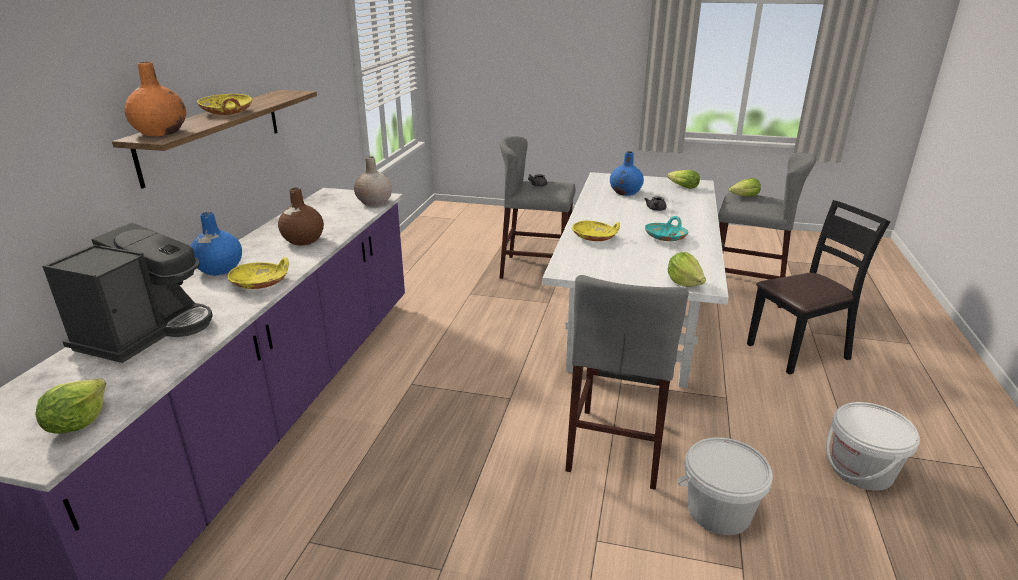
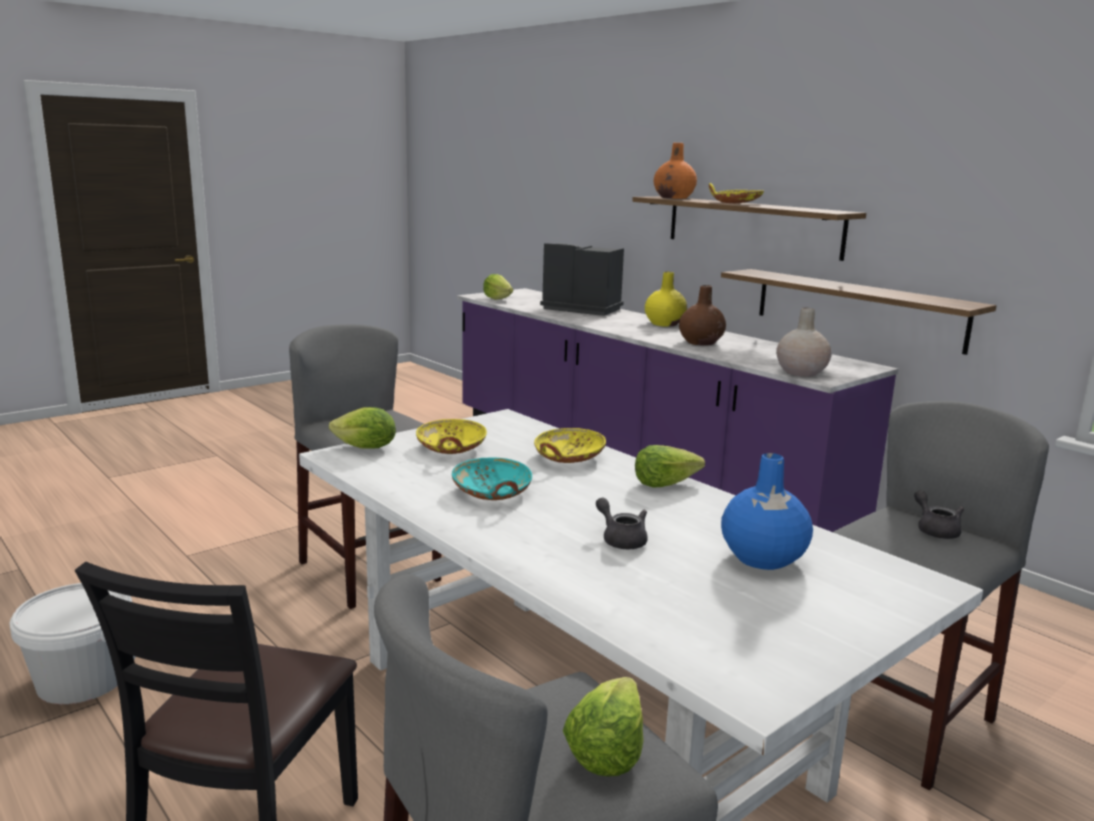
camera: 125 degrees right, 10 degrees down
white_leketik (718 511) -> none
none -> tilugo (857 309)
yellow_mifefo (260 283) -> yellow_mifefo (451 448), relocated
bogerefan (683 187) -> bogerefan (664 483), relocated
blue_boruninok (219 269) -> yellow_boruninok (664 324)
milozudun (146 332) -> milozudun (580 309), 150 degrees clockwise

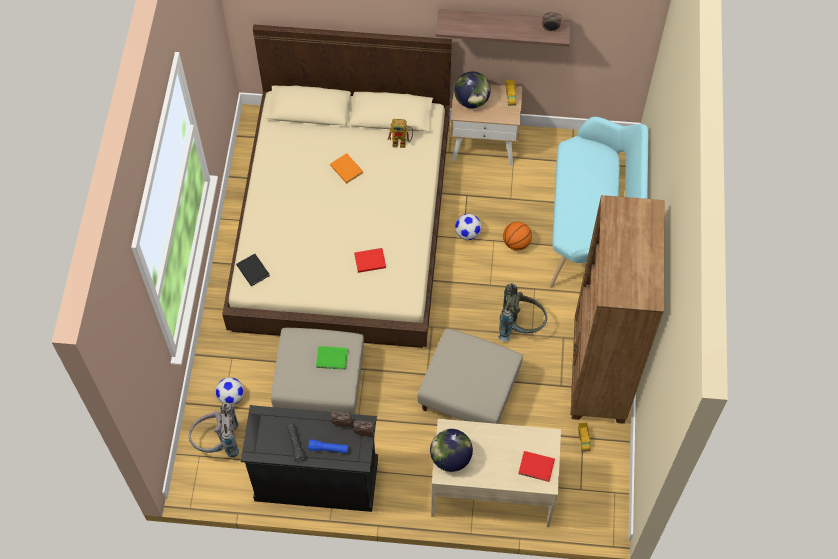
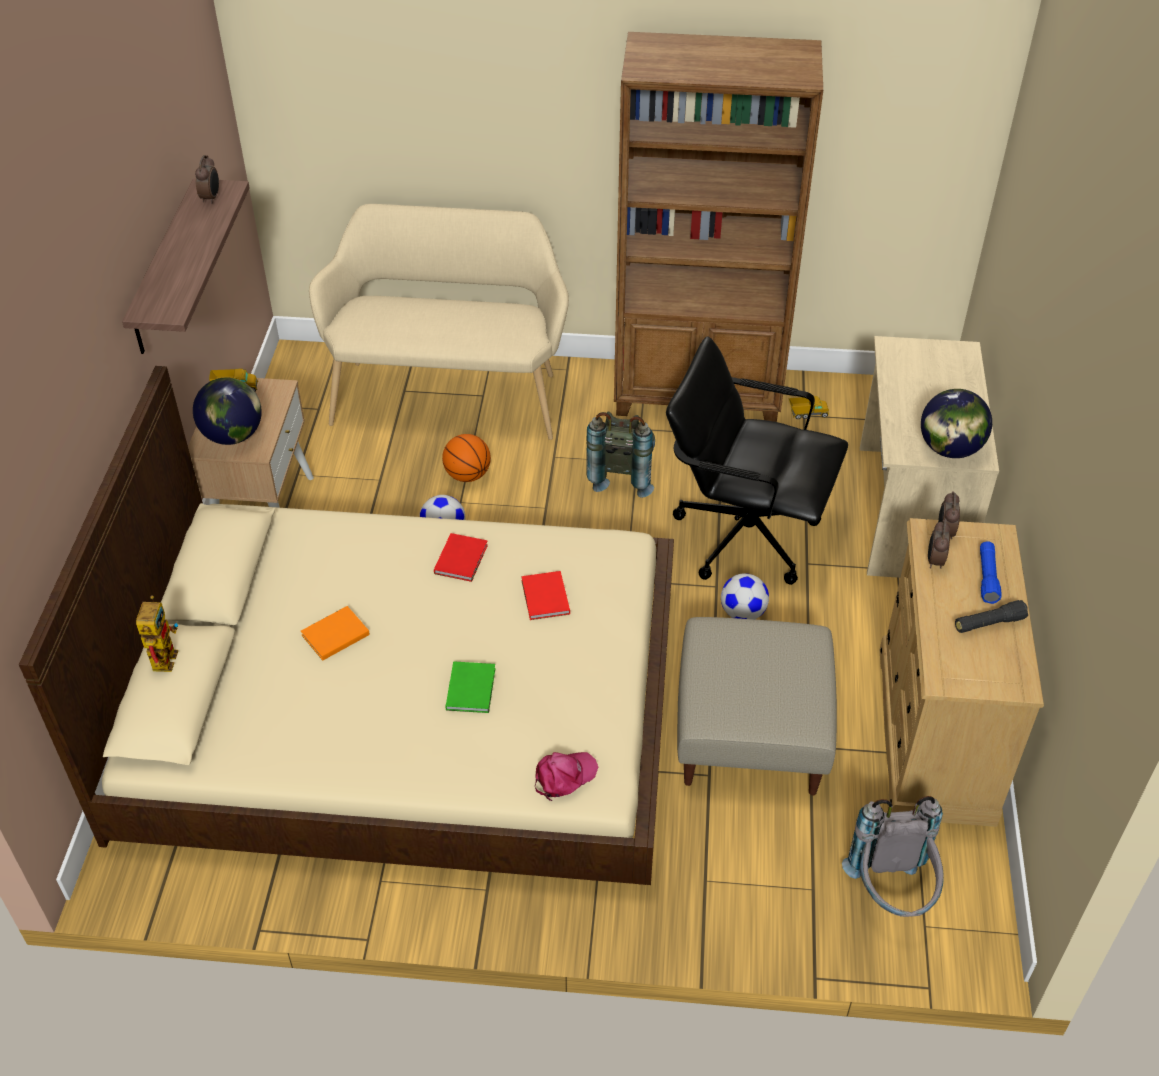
camera: 90 degrees left, 15 degrees down
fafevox (231 397) -> fafevox (743 613), relocated
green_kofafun (332 359) -> green_kofafun (472 687), relocated
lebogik (402 142) -> lebogik (163 655), relocated
red_kofafun (537 467) -> red_kofafun (462 558), relocated
black_kofafun (253 269) -> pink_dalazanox (564 776)
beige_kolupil (469 392) -> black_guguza (744 534)
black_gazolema (316 479) -> beige_gazolema (934 733)
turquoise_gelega (590 229) -> beige_gelega (449 394)

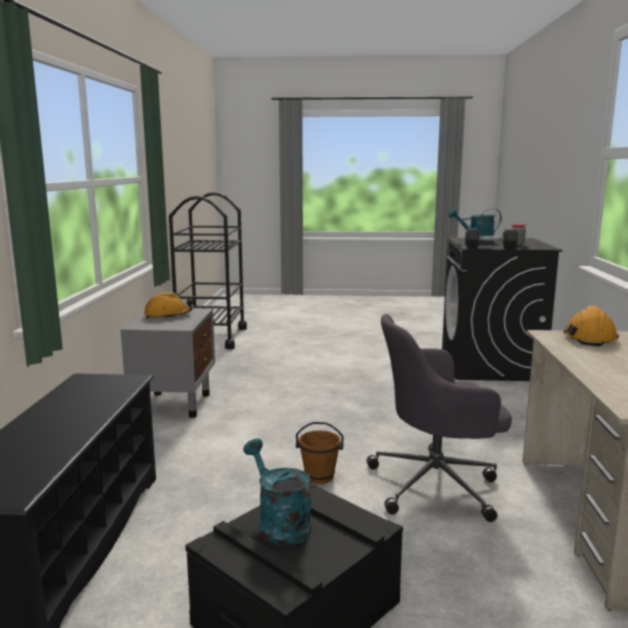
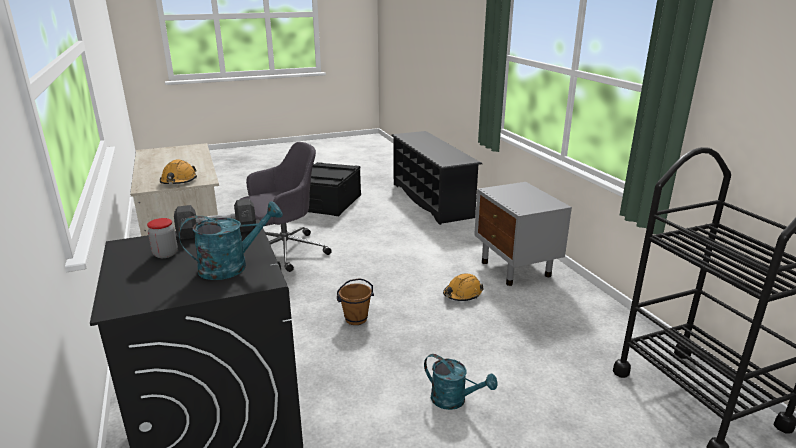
camera: 155 degrees right, 10 degrees up
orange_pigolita (168 315) -> orange_pigolita (462 294), relocated
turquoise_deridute (279 524) -> turquoise_deridute (454 400), relocated
brown_leketik (319 477) -> brown_leketik (356 319), relocated

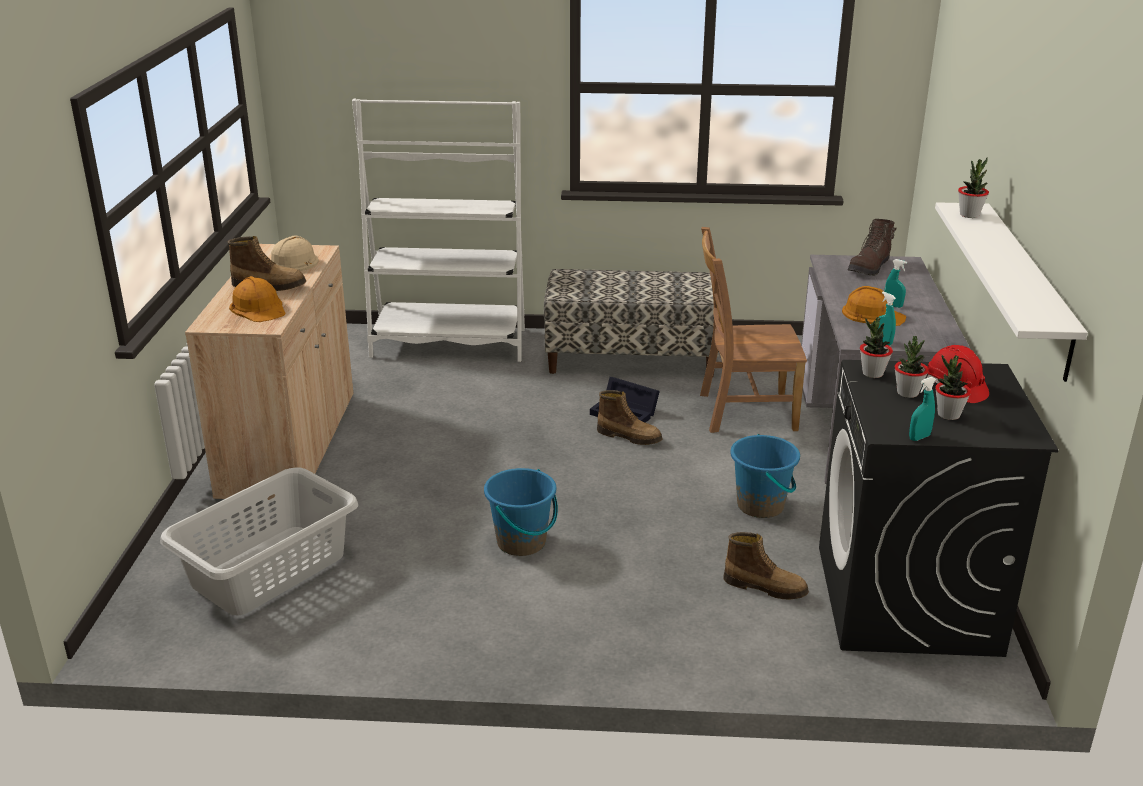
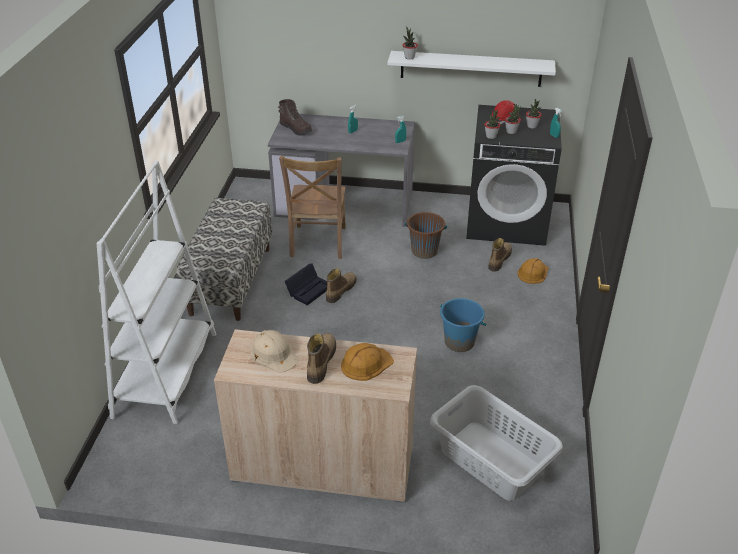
camera: 85 degrees left, 10 degrees up
orange_pigolita (872 314) -> orange_pigolita (533 273), relocated
blue_leketik (761 505) -> brown_leketik (424 251)

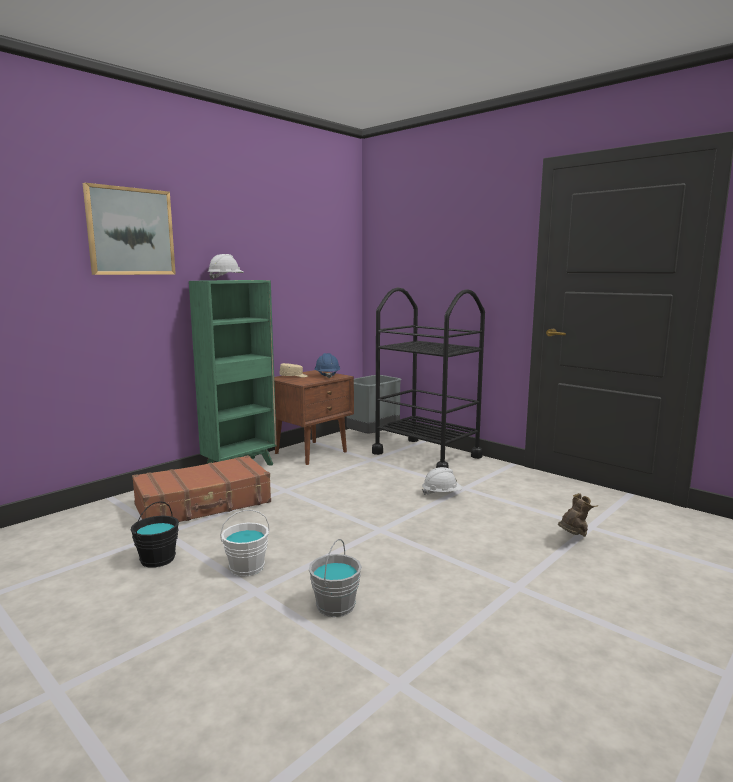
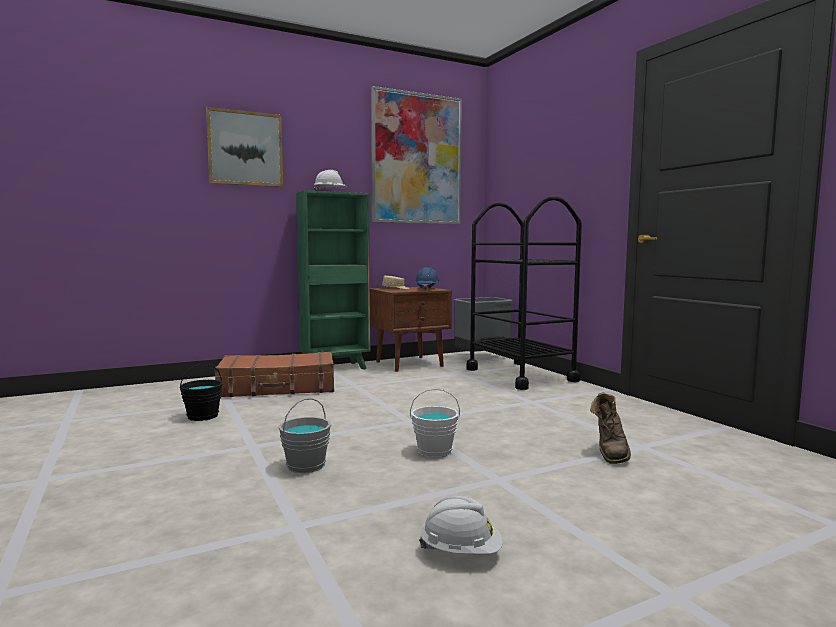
camera: 20 degrees right, 5 degrees down
none -> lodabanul (417 159)
white_leketik (247 567) -> white_leketik (434 450), relocated
white_pigolita (441 494) -> white_pigolita (461 552), relocated
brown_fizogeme (574 538) -> brown_fizogeme (610 453), 135 degrees clockwise

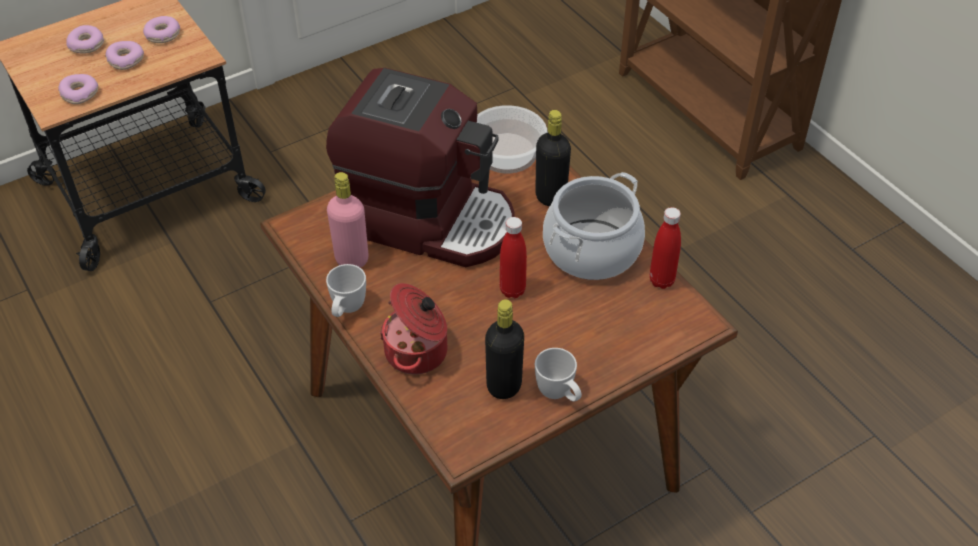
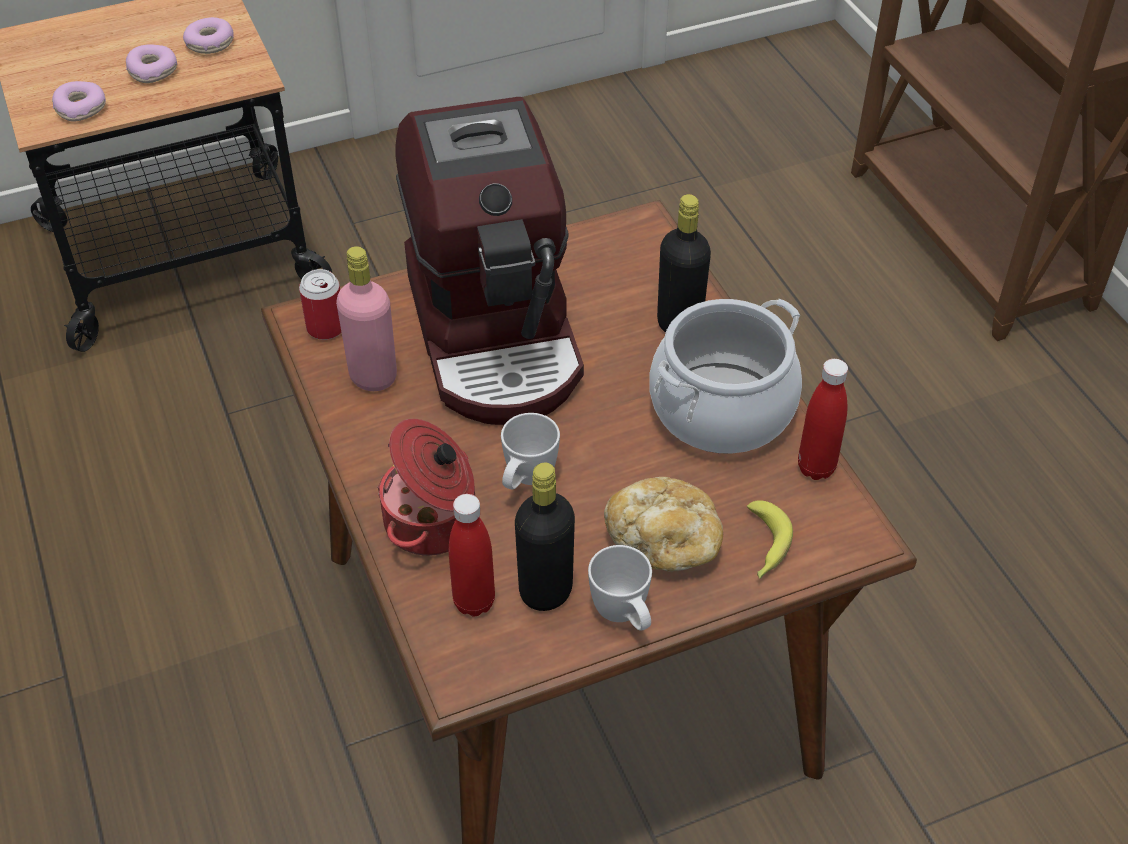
camera: 10 degrees right, 0 degrees up
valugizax (87 45) -> none
mifefo (507 153) -> none
none -> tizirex (326 327)
none -> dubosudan (664 541)
none -> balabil (764 547)
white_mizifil (347 310) -> white_mizifil (526 480), relocated
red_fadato (512 290) -> red_fadato (474 602), relocated
milozudun (429 219) -> milozudun (497 334), 45 degrees clockwise

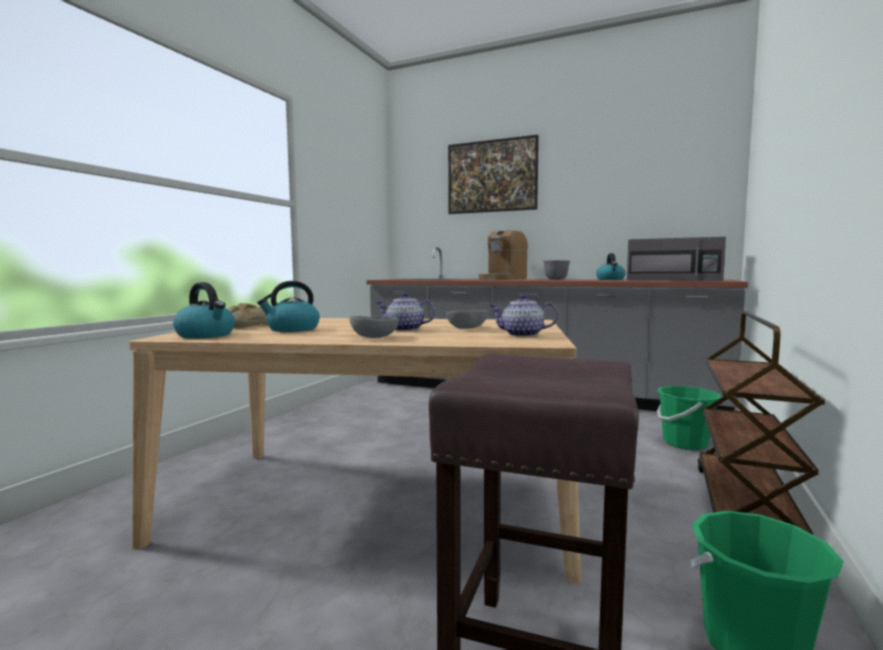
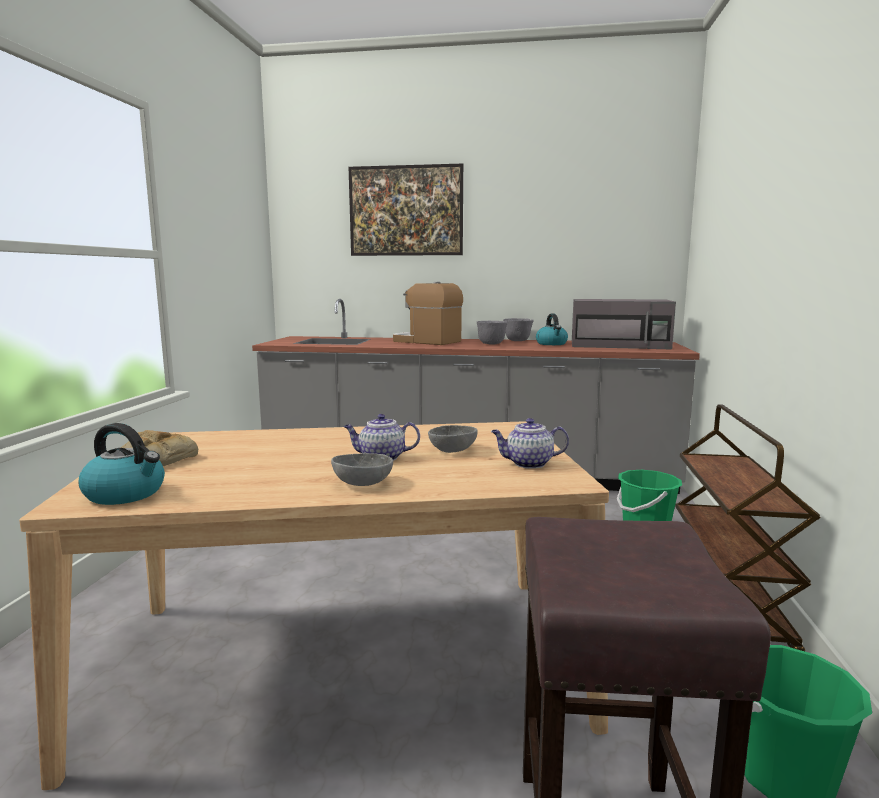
camera: 15 degrees left, 5 degrees up
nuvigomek (292 329) -> none
none -> grey_mifefo (518 341)
milozudun (503 279) -> milozudun (426 341), 105 degrees clockwise

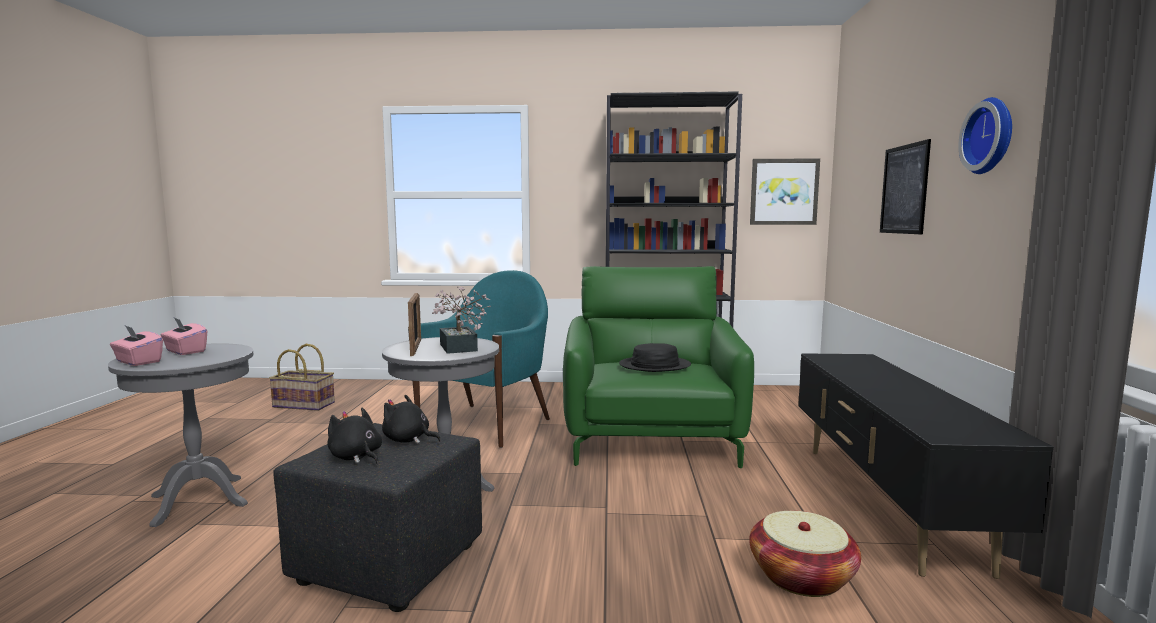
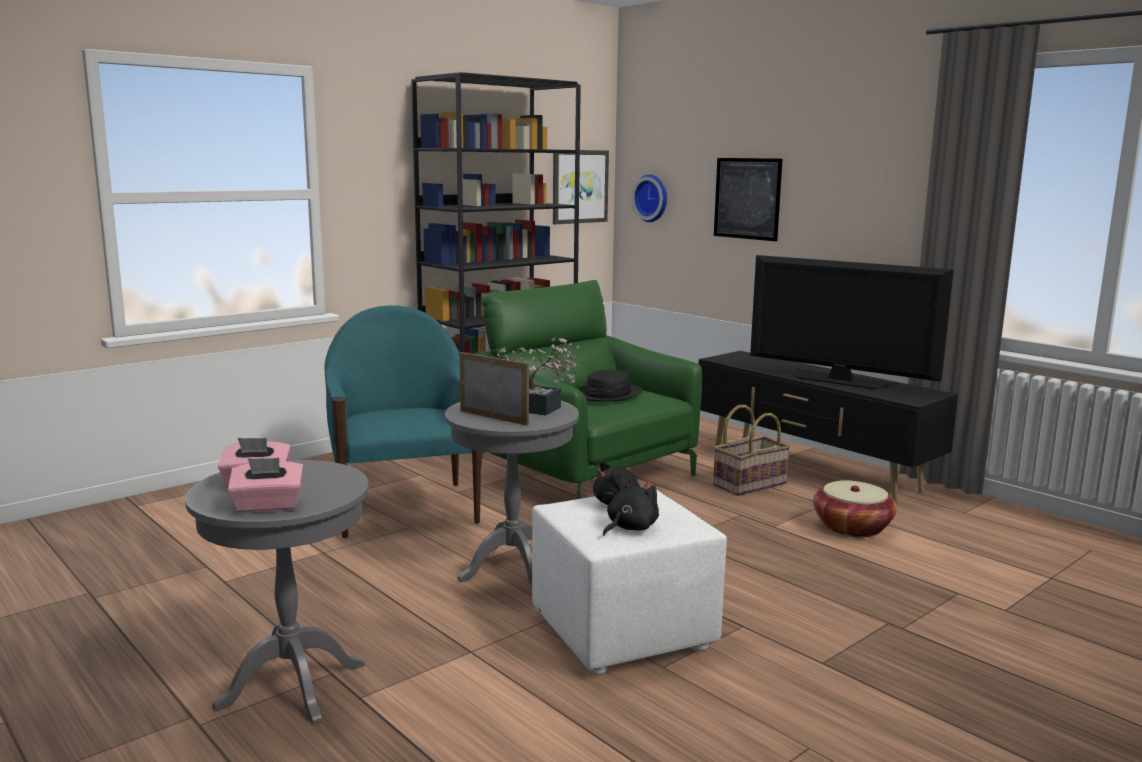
camera: 45 degrees left, 5 degrees up
none -> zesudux (840 380)
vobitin (304 404) -> vobitin (749 484), relocated
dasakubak (991 136) -> dasakubak (652 198), relocated
black_kolupil (389 565) -> white_kolupil (625 633)
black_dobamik (356 457) -> black_dobamik (629 528), 135 degrees clockwise

